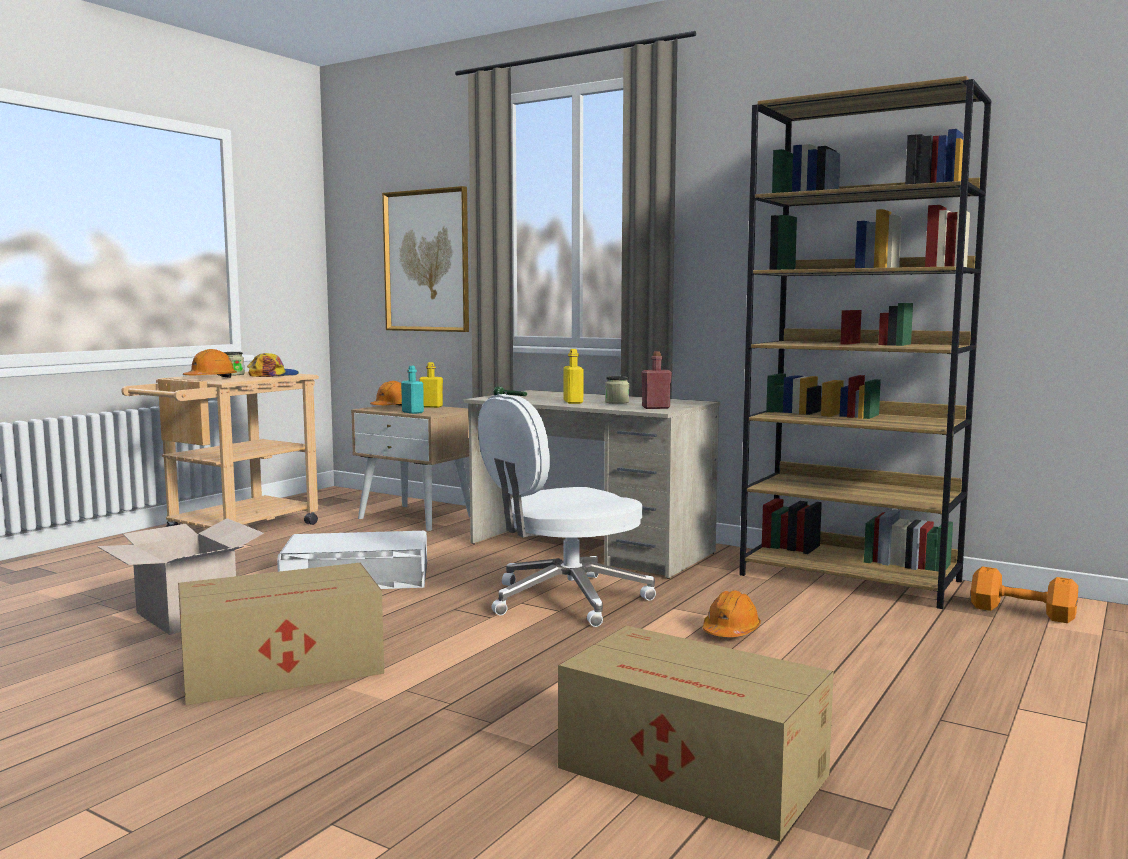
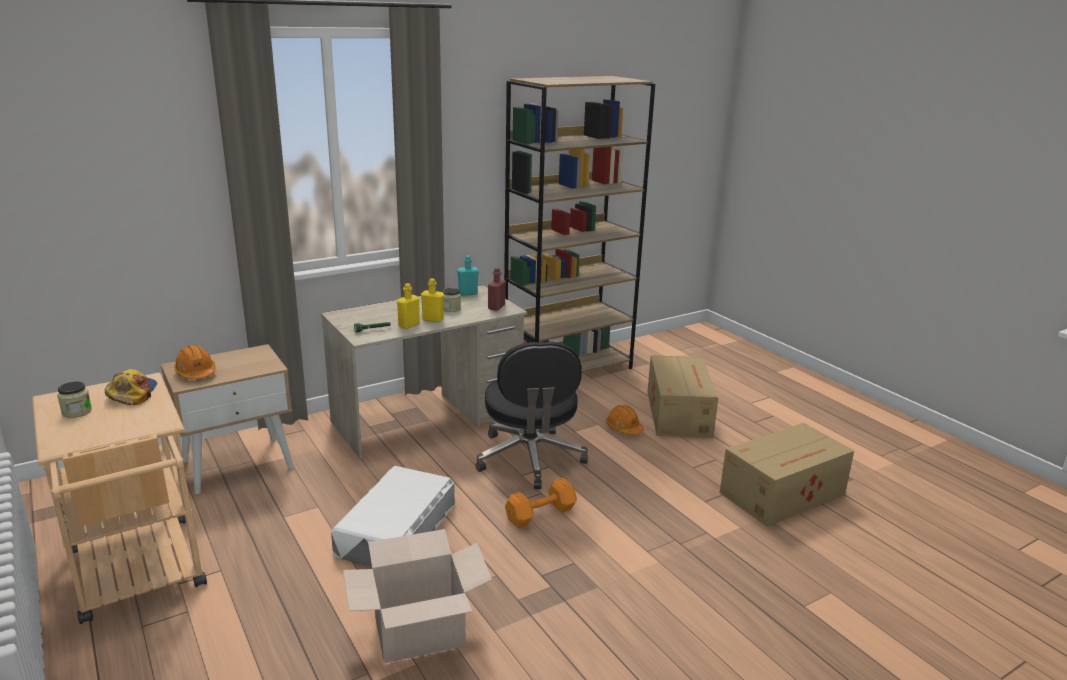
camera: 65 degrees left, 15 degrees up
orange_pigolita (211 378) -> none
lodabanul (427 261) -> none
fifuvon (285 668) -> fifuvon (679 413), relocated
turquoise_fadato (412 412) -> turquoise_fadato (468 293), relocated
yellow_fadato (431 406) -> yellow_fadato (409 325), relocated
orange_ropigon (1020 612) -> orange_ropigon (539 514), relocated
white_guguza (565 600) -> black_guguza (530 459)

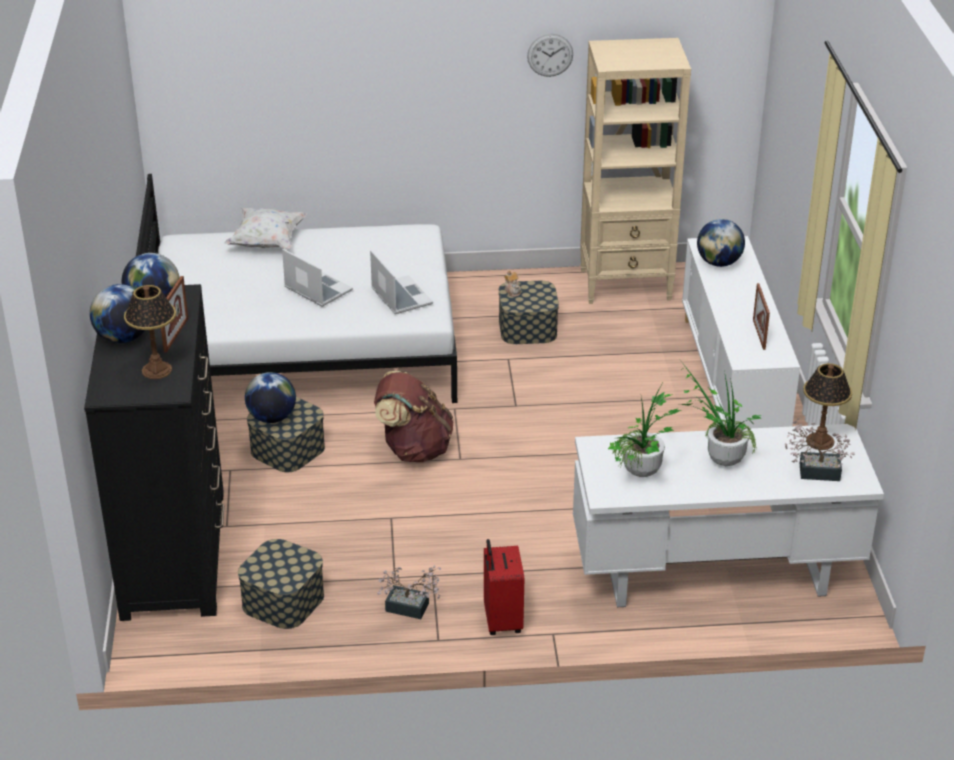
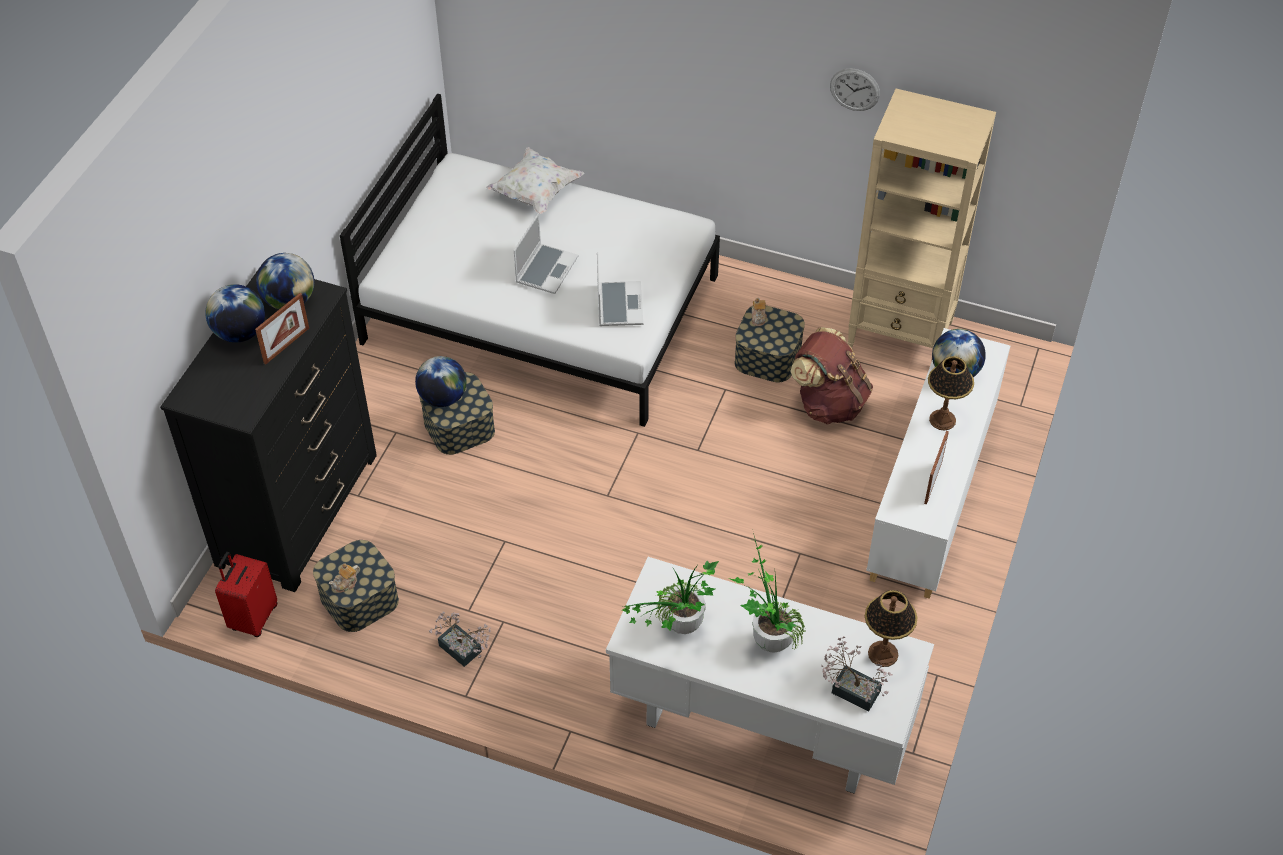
camera: 25 degrees right, 15 degrees up
none -> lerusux (346 583)
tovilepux (157 370) -> tovilepux (942 419), relocated
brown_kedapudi (413 449) -> brown_kedapudi (828 403), relocated
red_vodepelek (501 621) -> red_vodepelek (253 618), relocated
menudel (317 289) -> menudel (546 269), 45 degrees clockwise

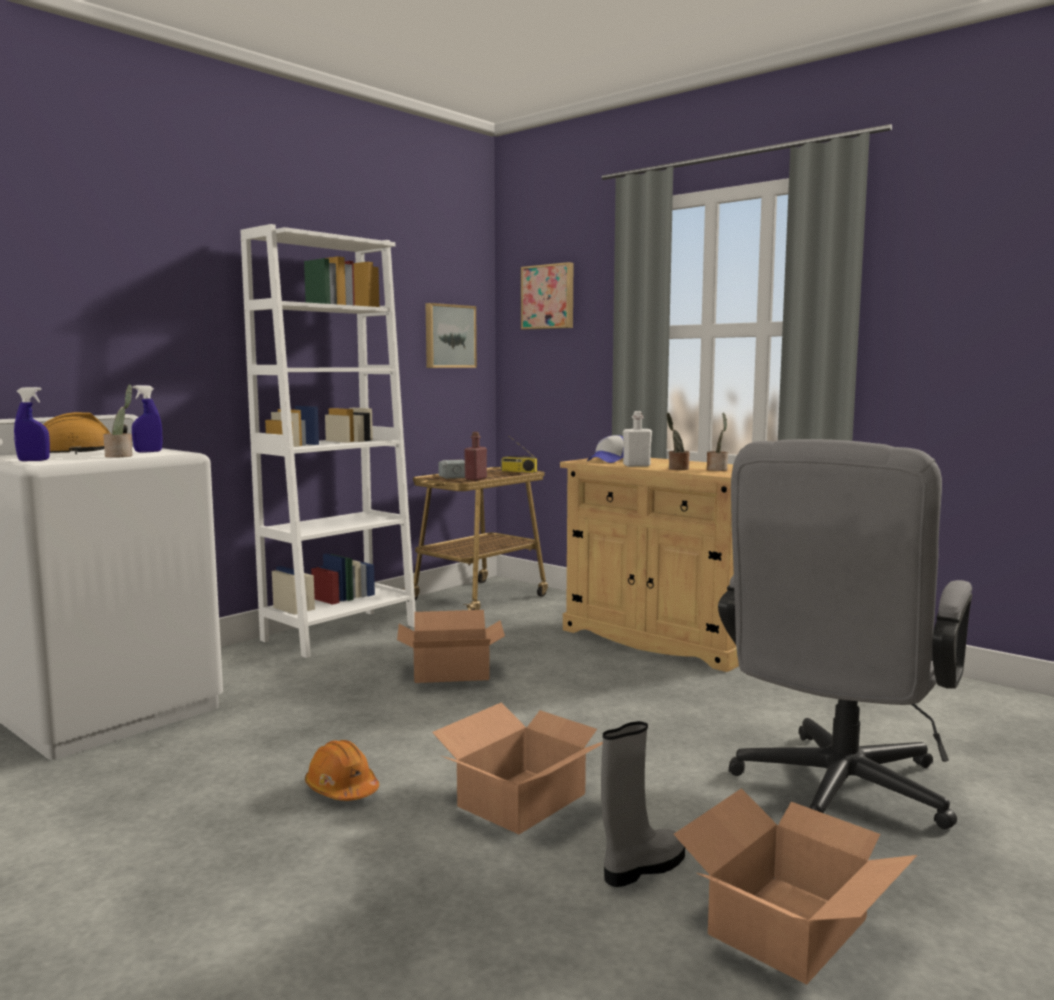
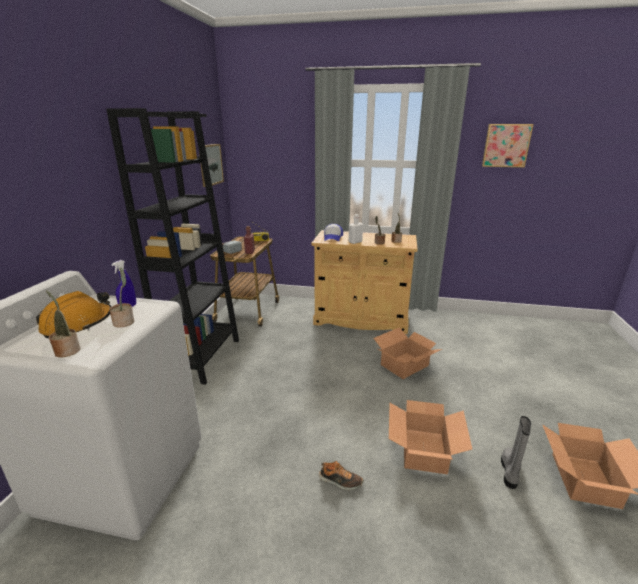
camera: 30 degrees left, 15 degrees up
grey_guguza (835 794) -> none
fifuvon (452 671) -> fifuvon (405 365), relocated
lodabanul (549 297) -> lodabanul (506 145), relocated
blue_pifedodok (33 460) -> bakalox (67 350)
orange_pigolita (342 789) -> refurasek (340 481)
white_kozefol (340 633) -> black_kozefol (202 358)

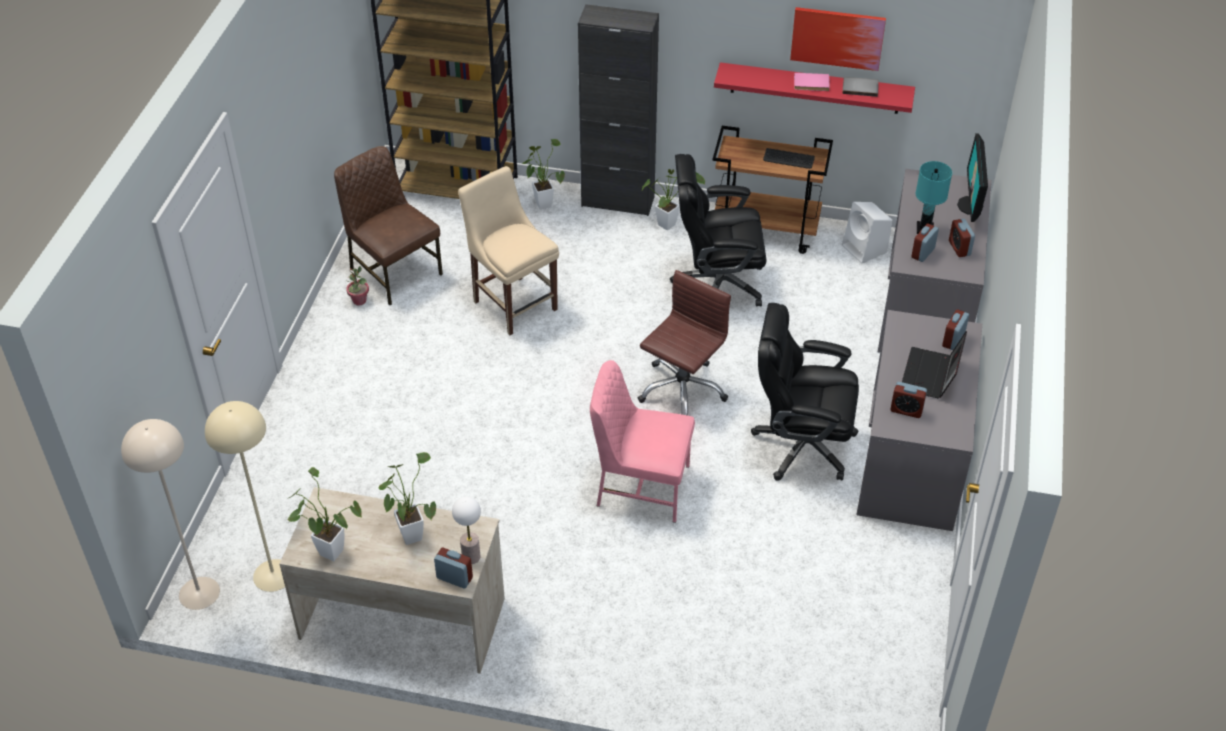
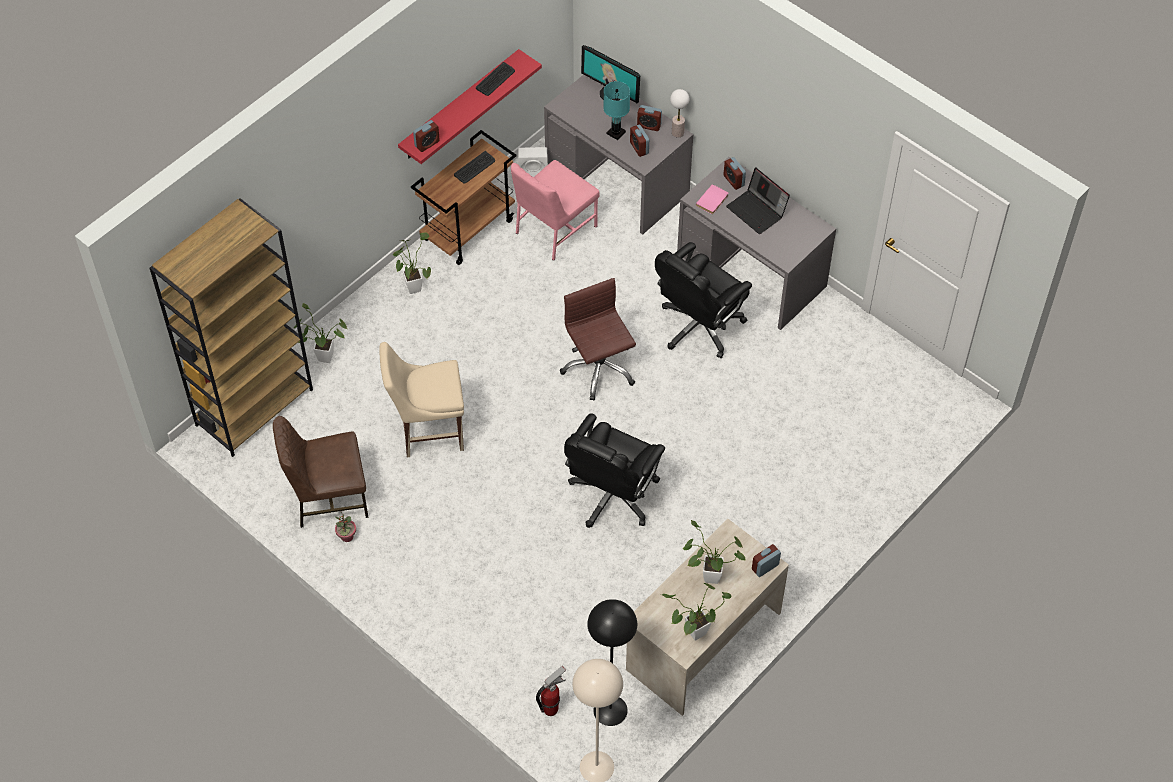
camera: 60 degrees left, 10 degrees up
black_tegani (618 201) -> none
lodabanul (837 38) -> none
none -> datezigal (551 709)
tovilepux (471 557) -> tovilepux (678 132), relocated
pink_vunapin (641 486) -> pink_vunapin (554 229), relocated
black_guguza (717 284) -> black_guguza (612 496), relocated
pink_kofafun (811 84) -> pink_kofafun (713 200), relocated
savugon (906 410) -> savugon (427 144), relocated
grey_kofafun (860 87) -> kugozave (495 79)
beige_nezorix (273 574) -> black_nezorix (610 710)

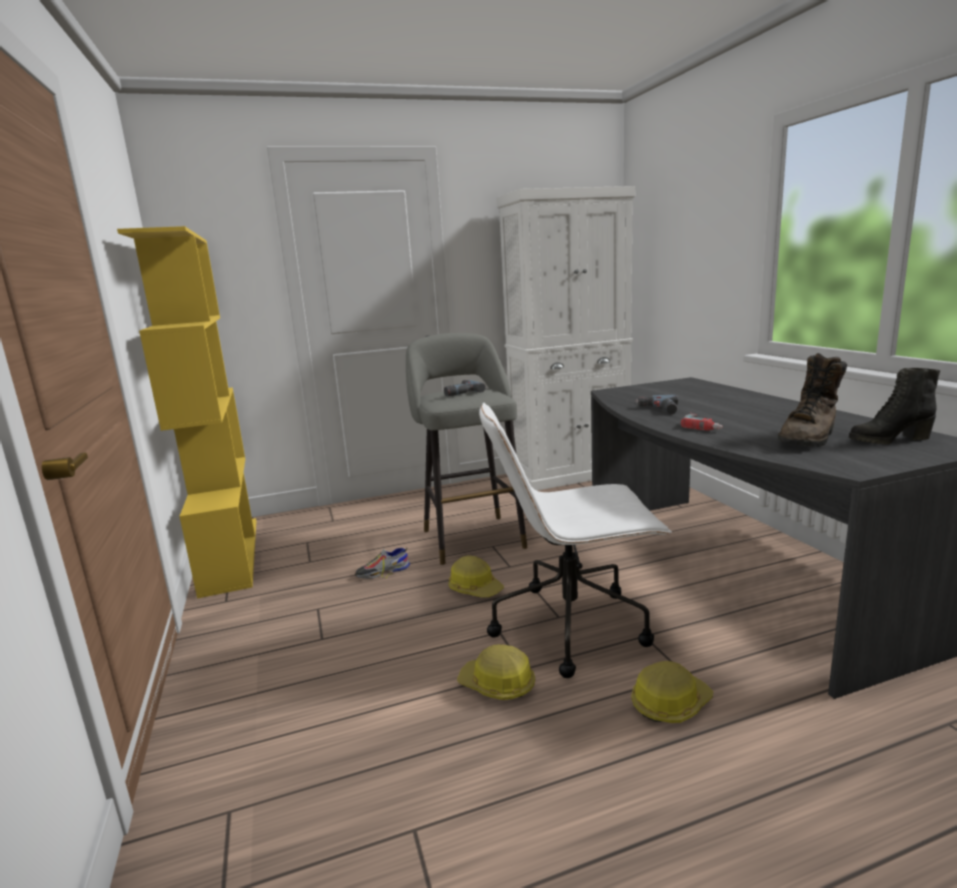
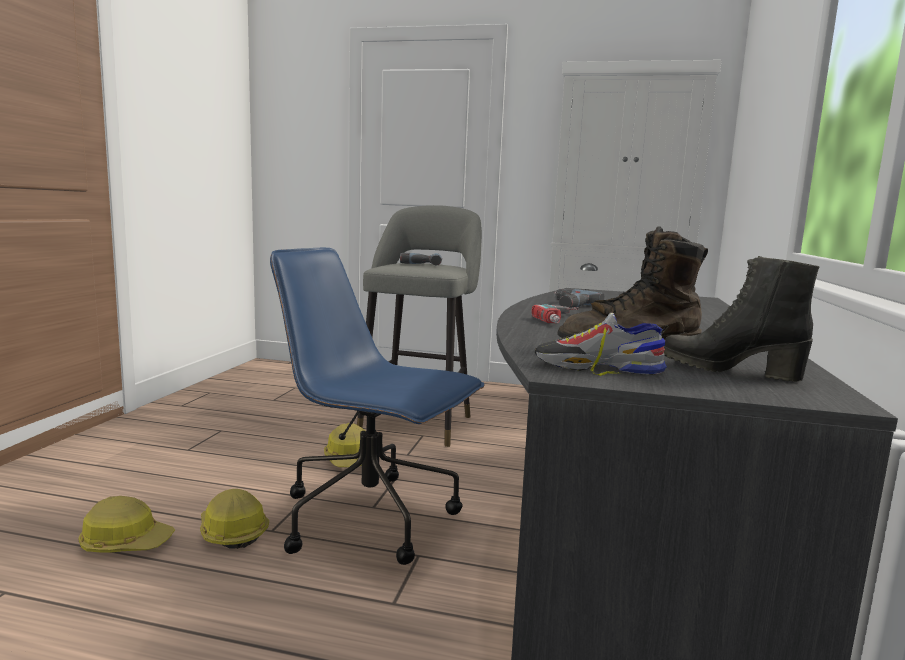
camera: 30 degrees right, 5 degrees down
yellow_kozefol (229 554) -> none
refurasek (383 572) -> refurasek (598 367), relocated
pigolita (669 703) -> pigolita (126 542), relocated
white_guguza (573 625) -> blue_guguza (372 518)

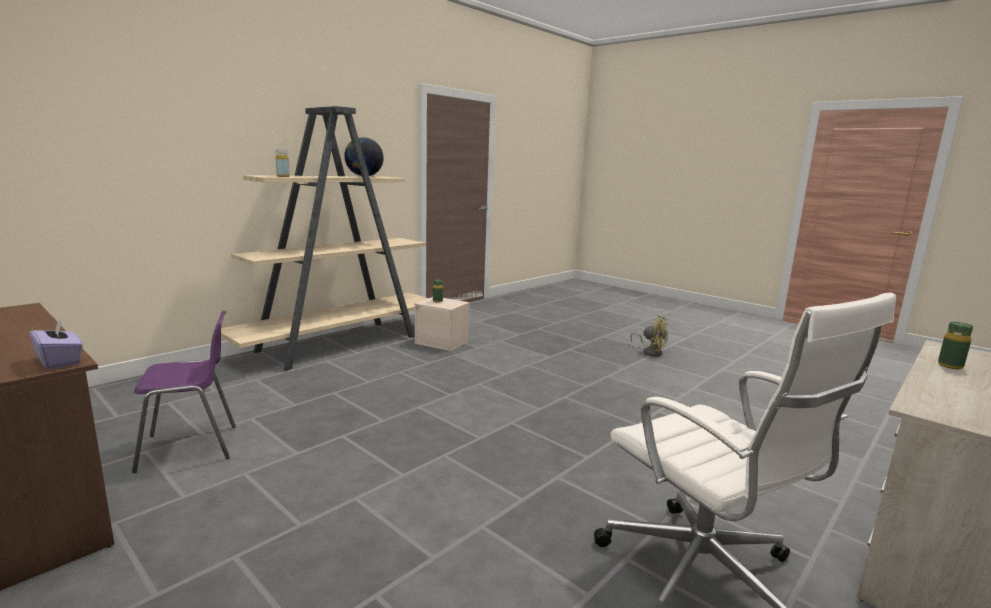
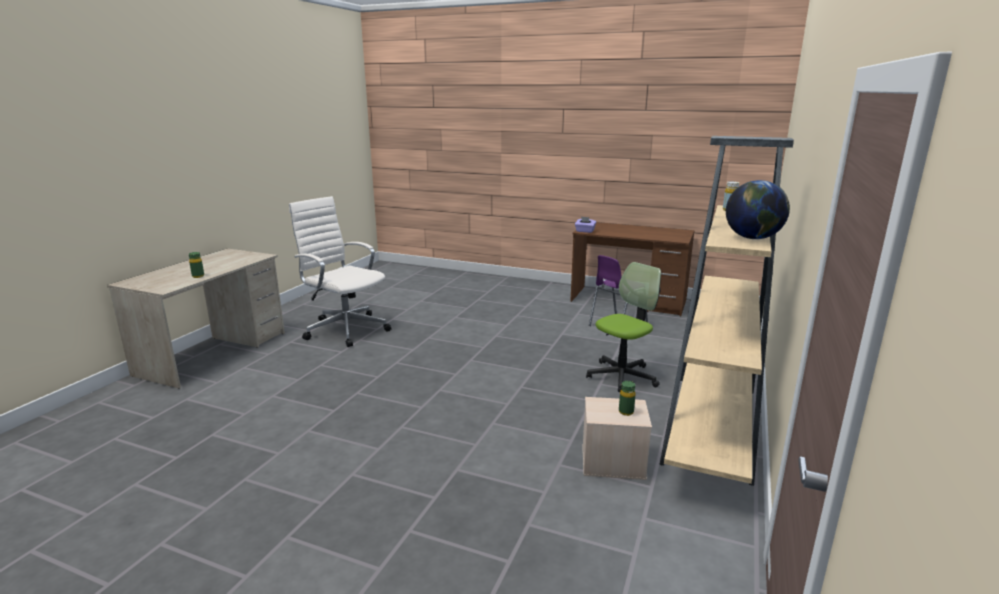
camera: 160 degrees right, 5 degrees up
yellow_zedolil (650 352) -> none
none -> guguza (622 377)

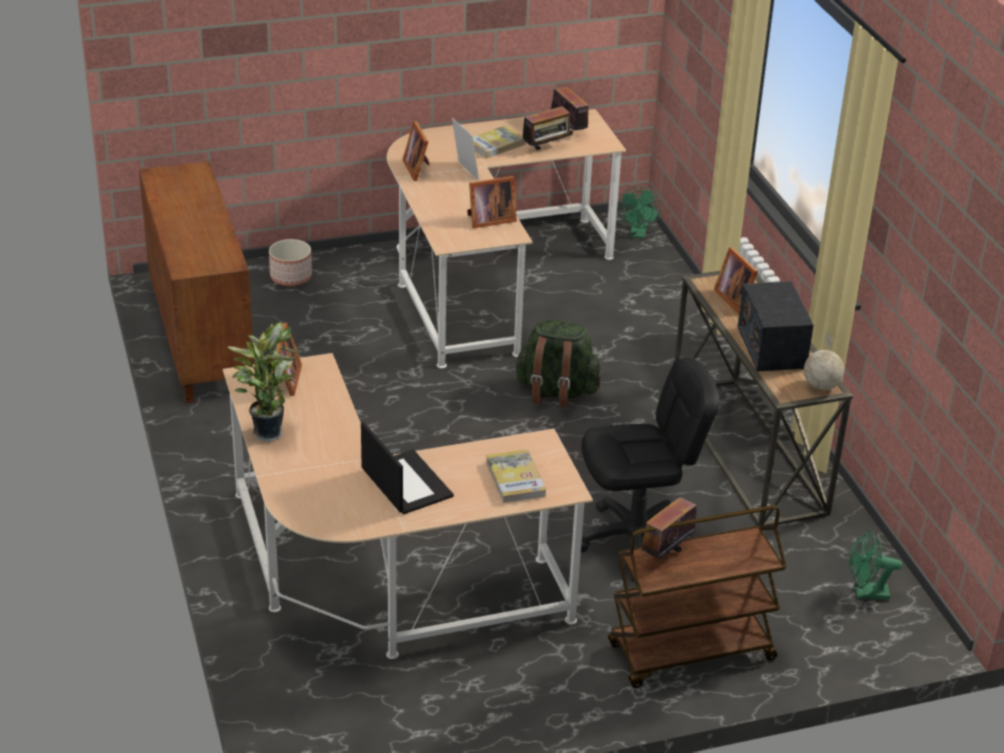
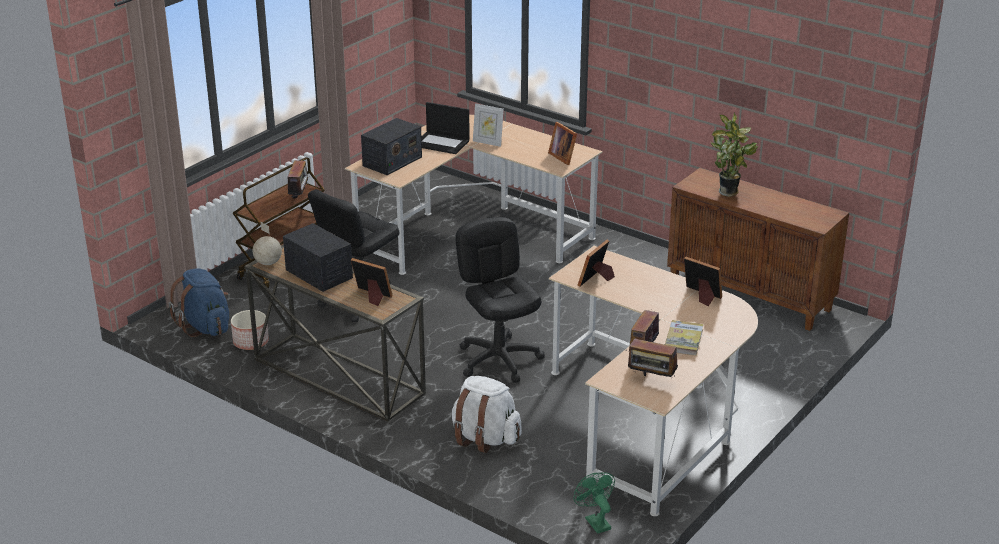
camera: 145 degrees right, 5 degrees down
none -> white_kedapudi (485 438)
bakalox (268 431) -> bakalox (730 193), relocated
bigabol (291 277) -> bigabol (251 342), relocated
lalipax (464 172) -> lalipax (488 142), relocated
kofafun (515 479) -> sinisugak (392 161)
green_kedapudi (556 392) -> black_guguza (499 359)
green_zedolil (865 593) -> blue_kedapudi (206 327)

